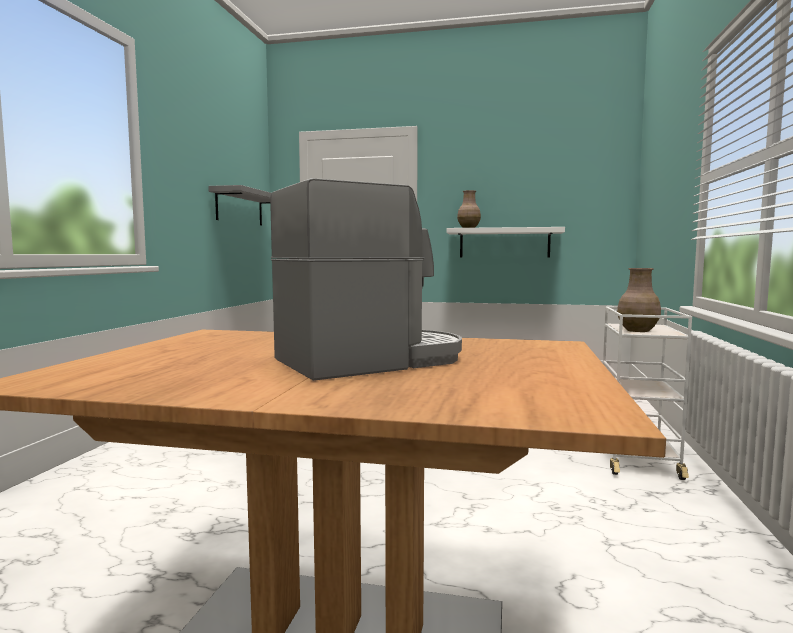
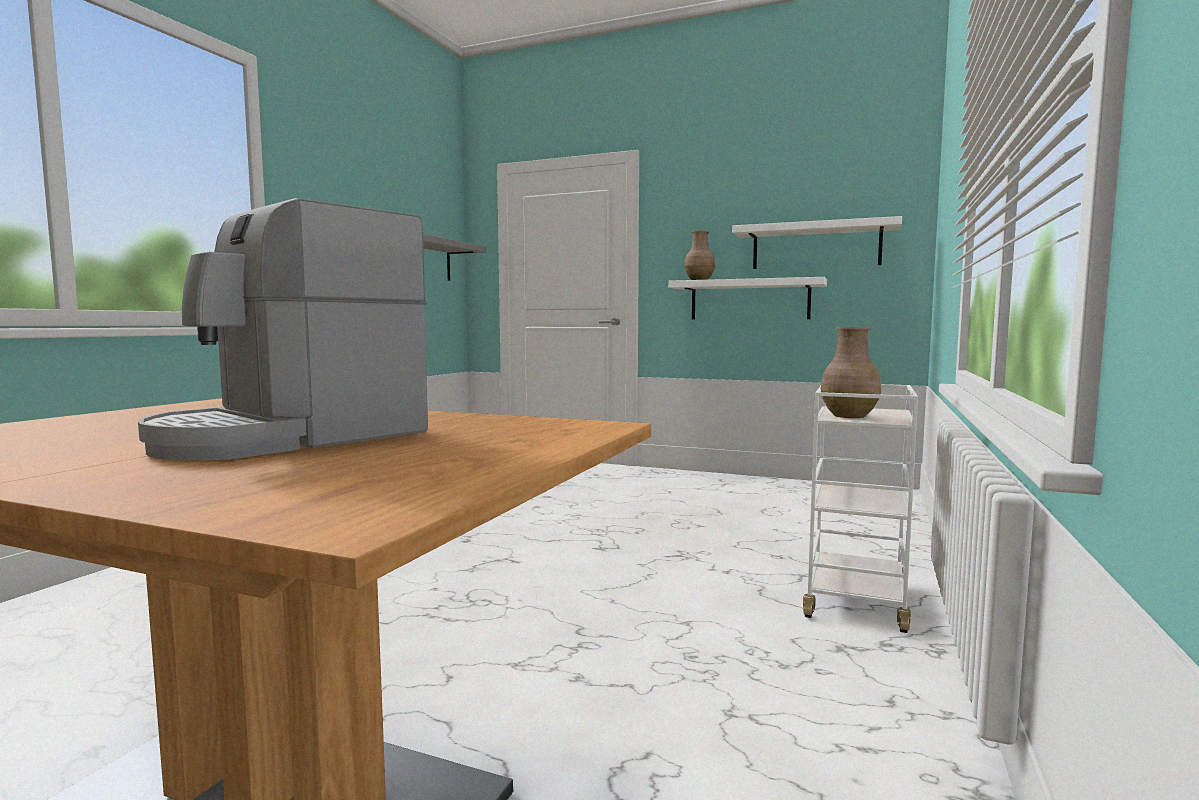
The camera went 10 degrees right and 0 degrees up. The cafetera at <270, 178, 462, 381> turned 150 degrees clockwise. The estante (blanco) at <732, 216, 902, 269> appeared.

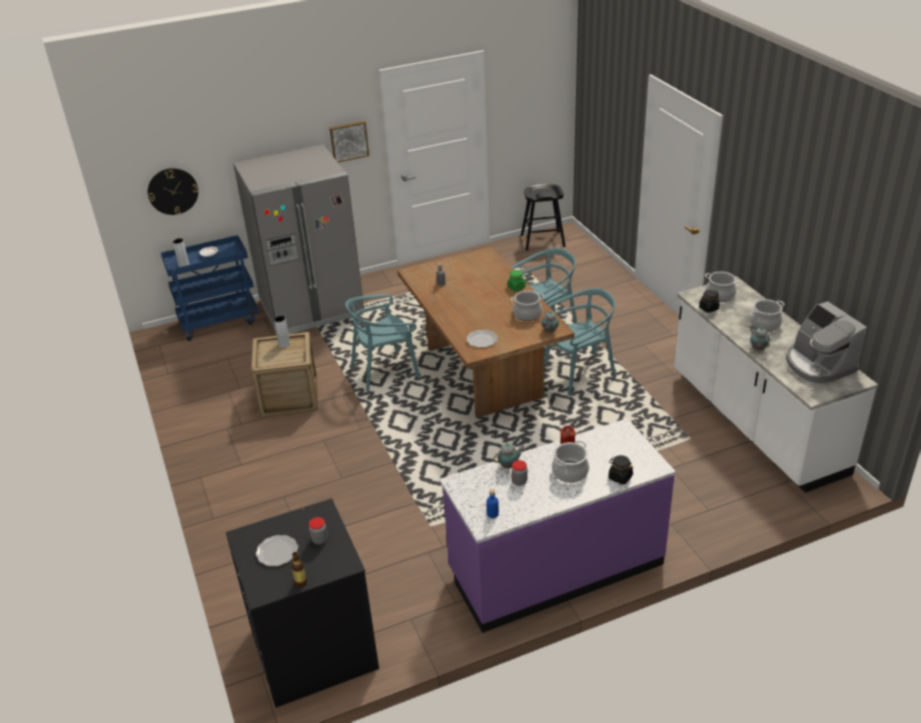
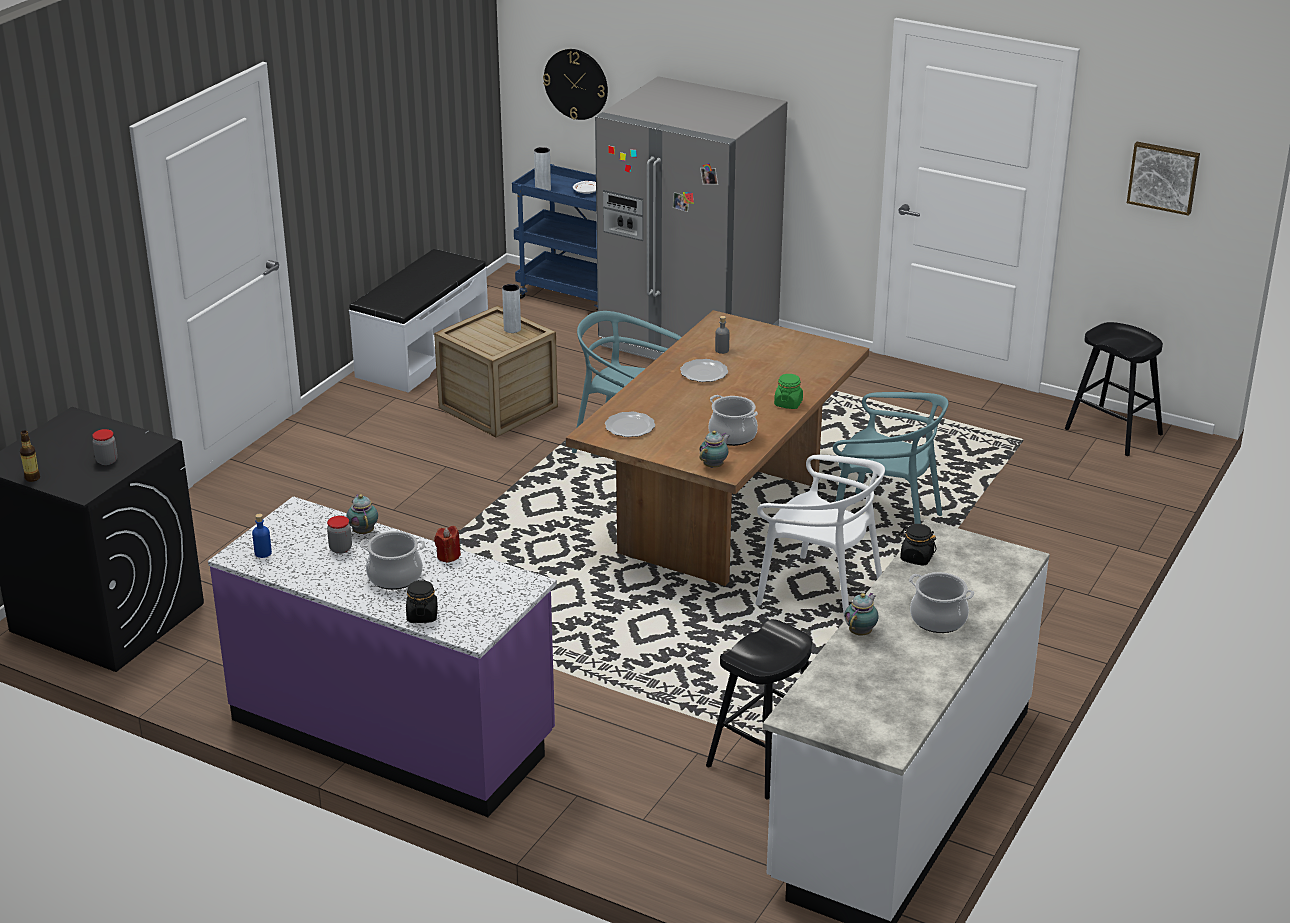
The camera went 50 degrees right and 5 degrees down. The plato moved from <256, 535, 298, 566> to <680, 359, 728, 382>. The cuadro moved from <330, 121, 369, 162> to <1127, 142, 1200, 216>. The tetera at <493, 443, 525, 469> turned 135 degrees counterclockwise. The silla (turquesa) at <544, 288, 616, 395> became the silla (blanco) at <755, 455, 885, 621>. The olla at <705, 272, 740, 302> disappeared. The cafetera at <786, 301, 867, 384> disappeared. The banco (blanco) at <349, 249, 488, 393> appeared. The taburete (negro) at <706, 619, 812, 800> appeared.

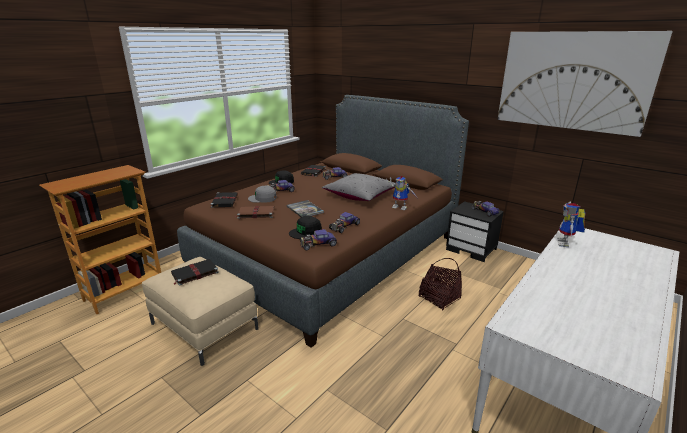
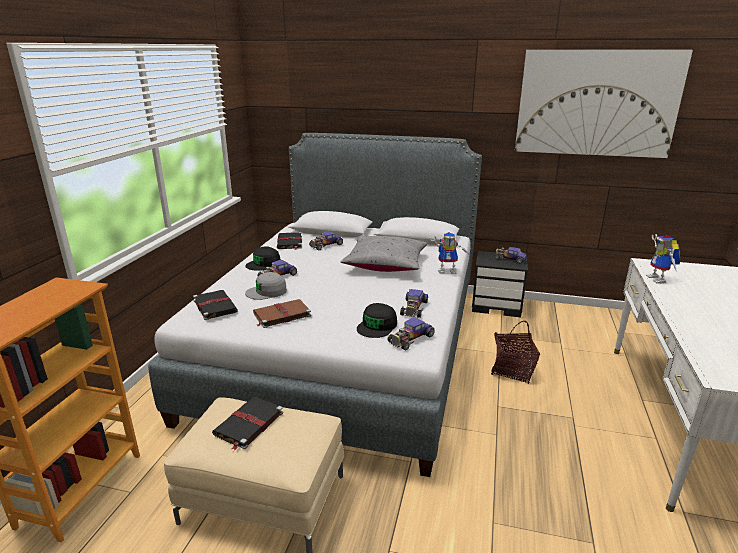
The camera went 25 degrees left and 0 degrees up. The cama (marrón) at <177, 95, 469, 348> became the cama (gris) at <148, 133, 482, 477>. The libro at <286, 200, 324, 217> disappeared.

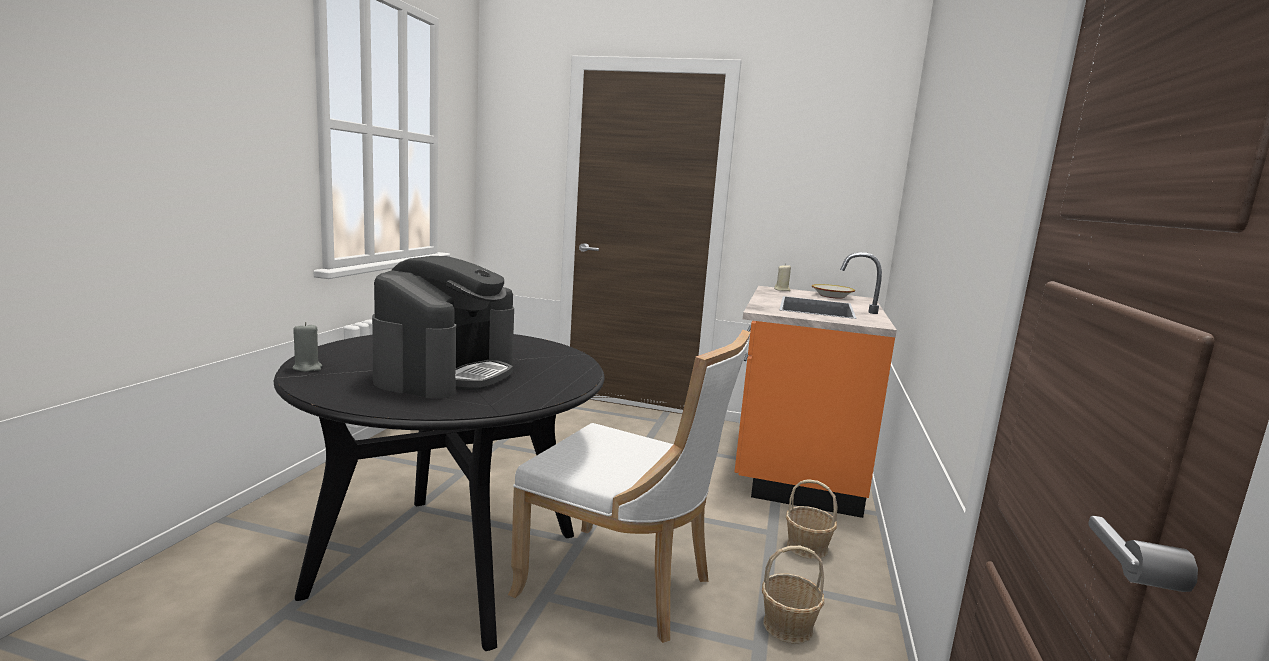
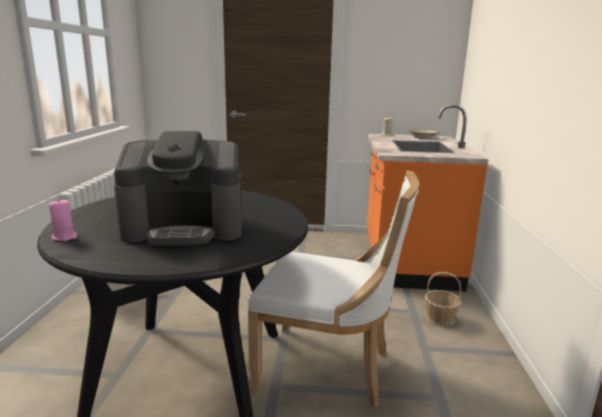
The camera went 10 degrees left and 5 degrees up. The vela (gris) at <293, 322, 322, 372> became the vela (rosa) at <49, 198, 77, 241>. The cafetera at <372, 256, 514, 399> turned 75 degrees clockwise. The cesta at <762, 546, 824, 644> disappeared.

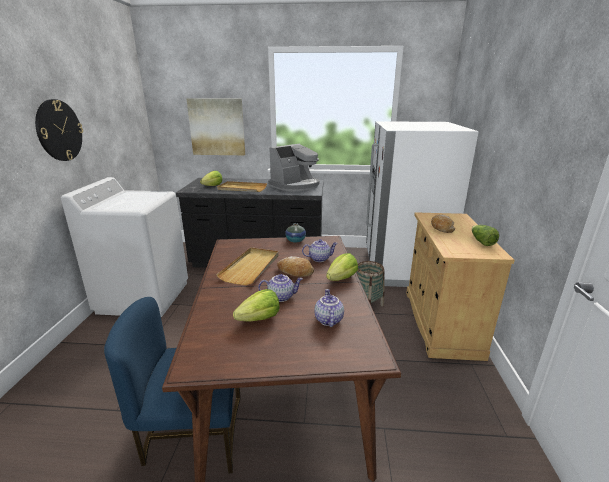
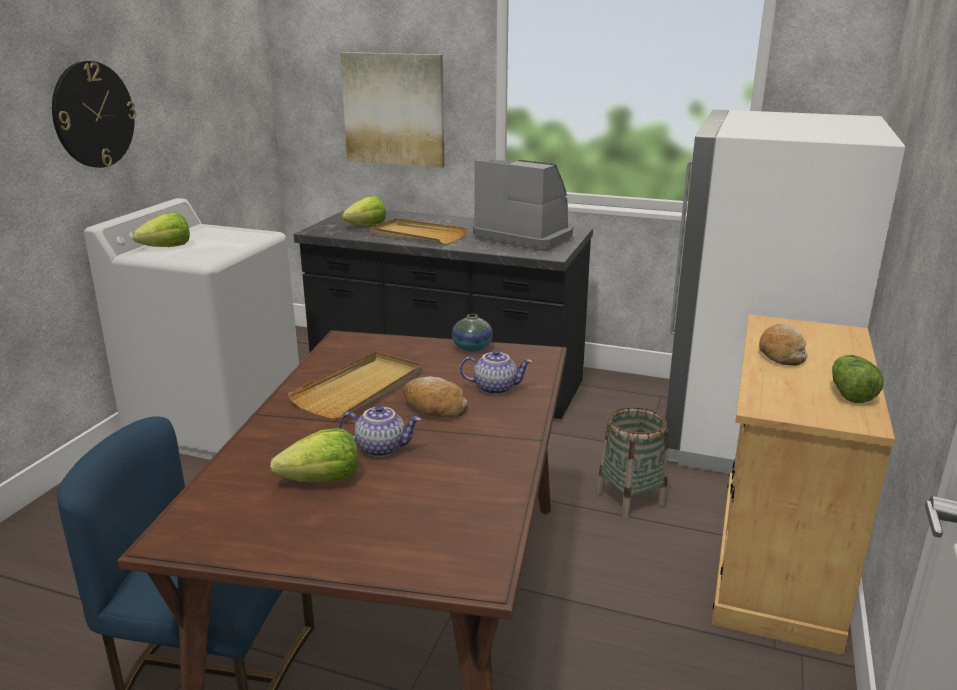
The camera went 15 degrees right and 0 degrees up. The cafetera at <268, 144, 319, 191> turned 120 degrees counterclockwise. The tetera at <314, 289, 344, 327> disappeared. The lechuga moved from <326, 253, 358, 281> to <133, 212, 190, 247>.

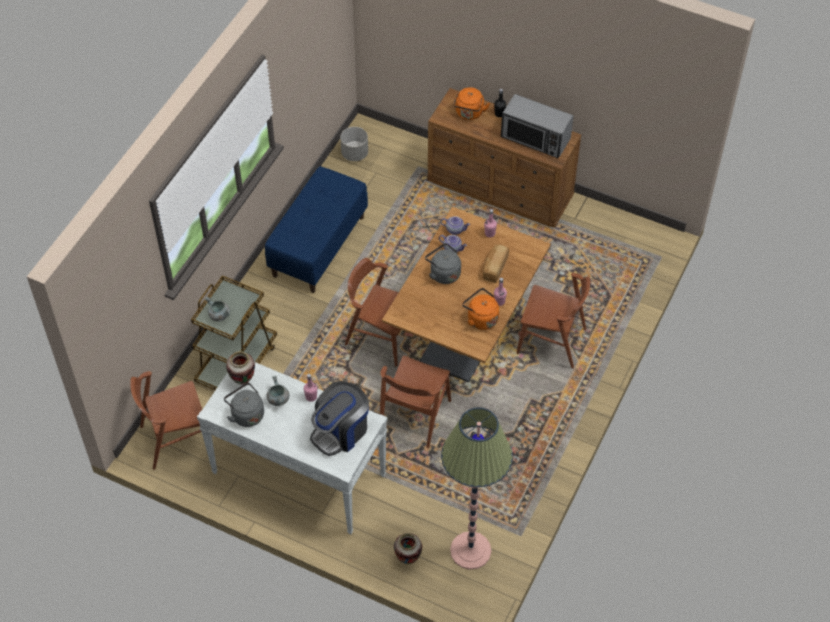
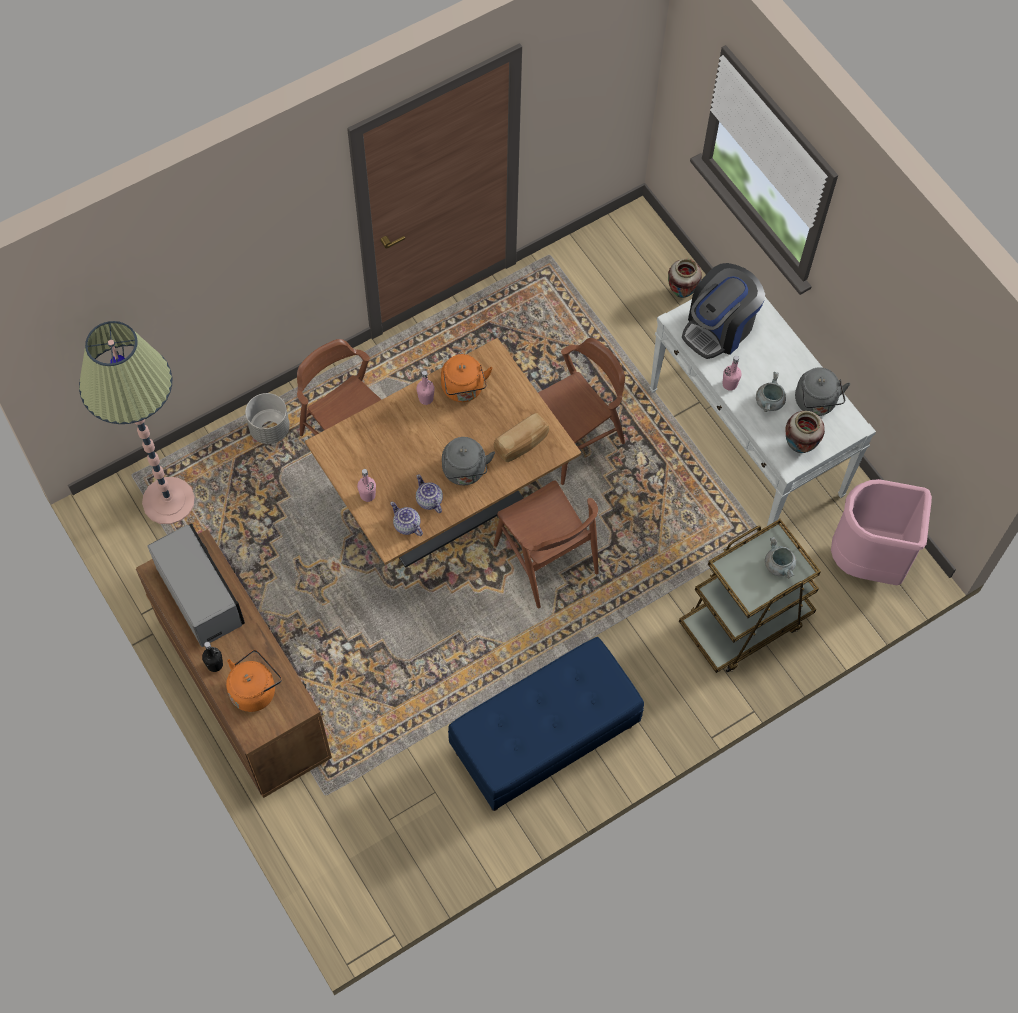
The camera went 150 degrees left and 10 degrees up. The silla (marrón) at <130, 371, 202, 470> was replaced by the papelera (rosa) at <831, 479, 932, 585>. The cafetera at <310, 381, 369, 456> turned 150 degrees clockwise. The maceta (gris) moved from <340, 127, 368, 161> to <245, 393, 290, 444>. The lámpara de pie moved from <441, 407, 513, 570> to <79, 321, 195, 524>. The pan moved from <483, 244, 509, 283> to <494, 413, 549, 462>.

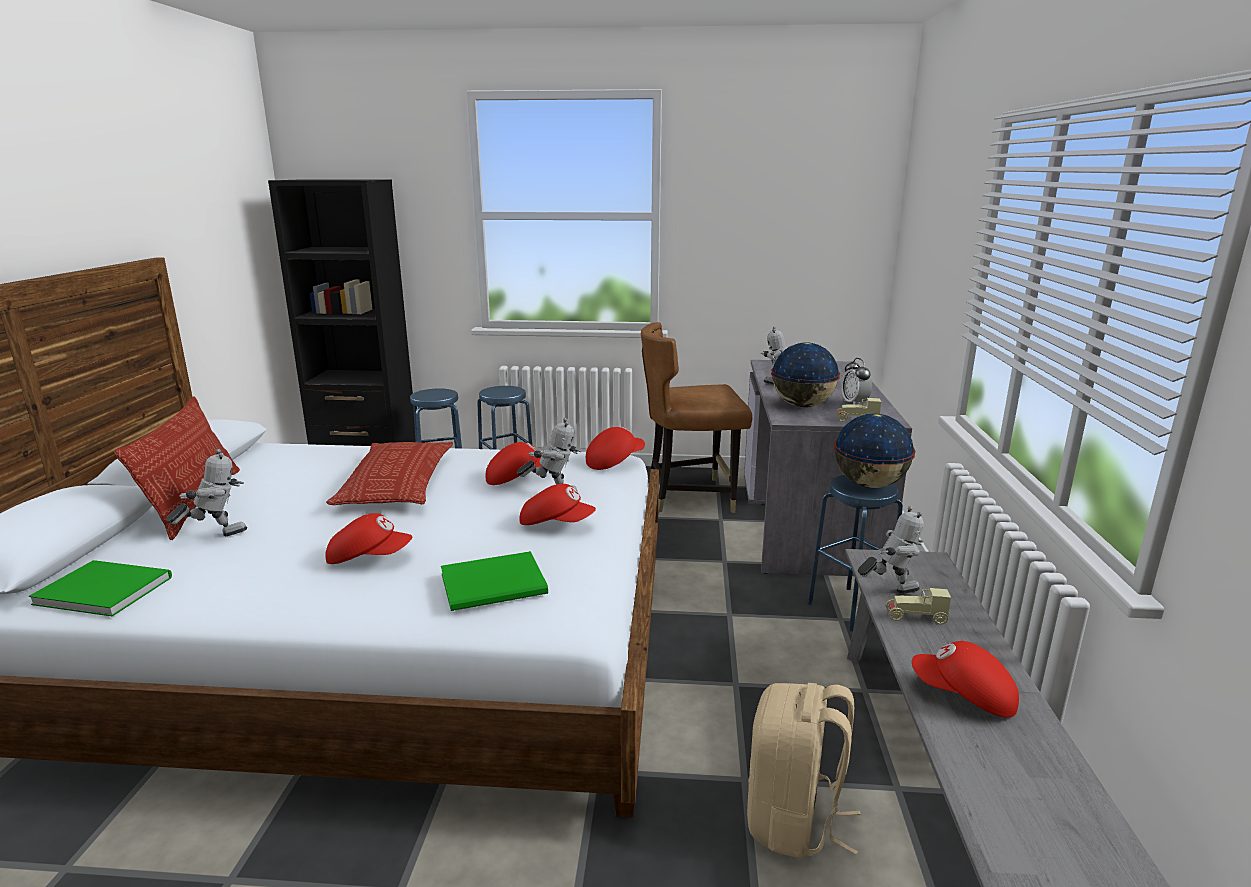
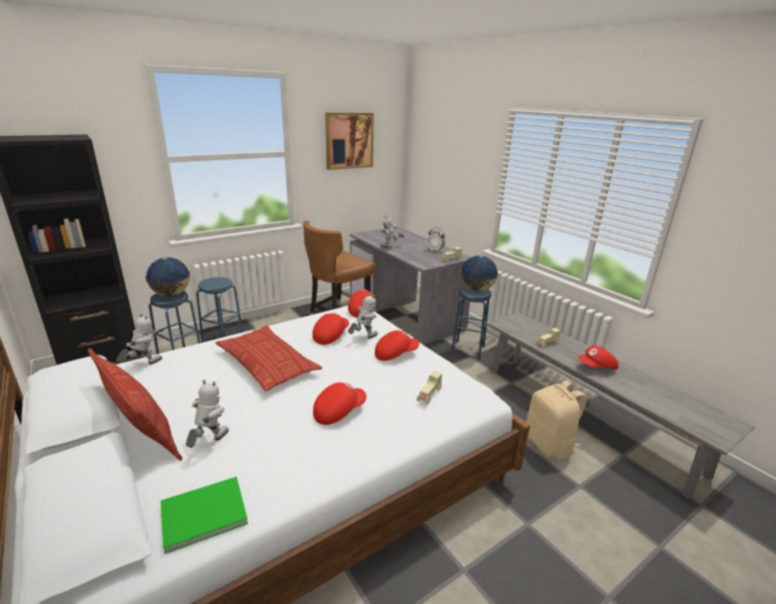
The camera went 40 degrees left and 5 degrees up. The libro (verde) at <441, 551, 548, 611> was replaced by the coche de juguete (beis) at <417, 371, 442, 405>. The globo terráqueo moved from <771, 342, 840, 407> to <145, 257, 190, 296>. The robot de juguete moved from <858, 506, 924, 594> to <116, 313, 162, 364>. The cuadro at <325, 112, 374, 170> appeared.

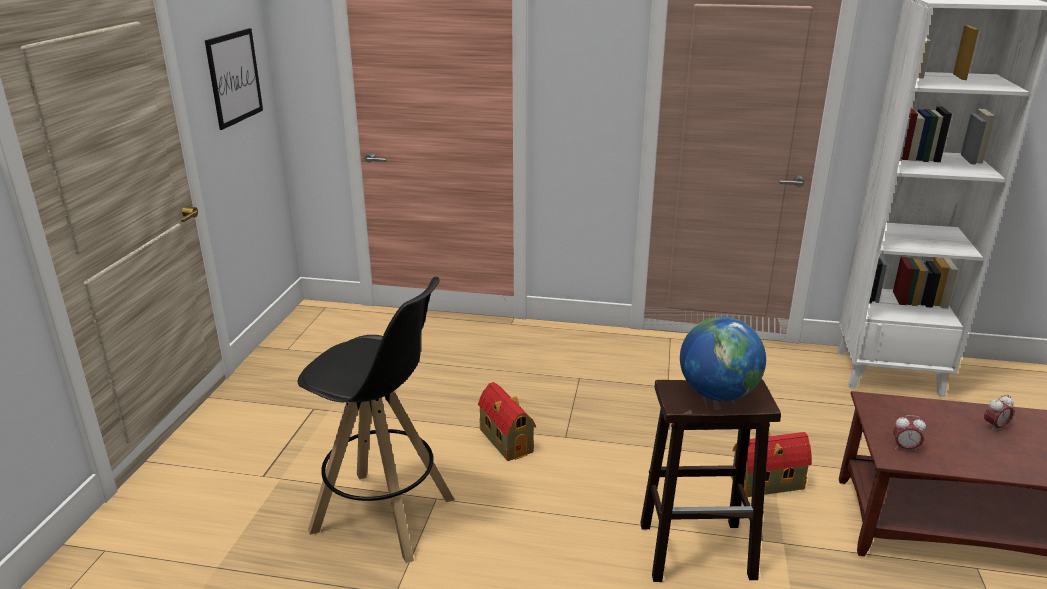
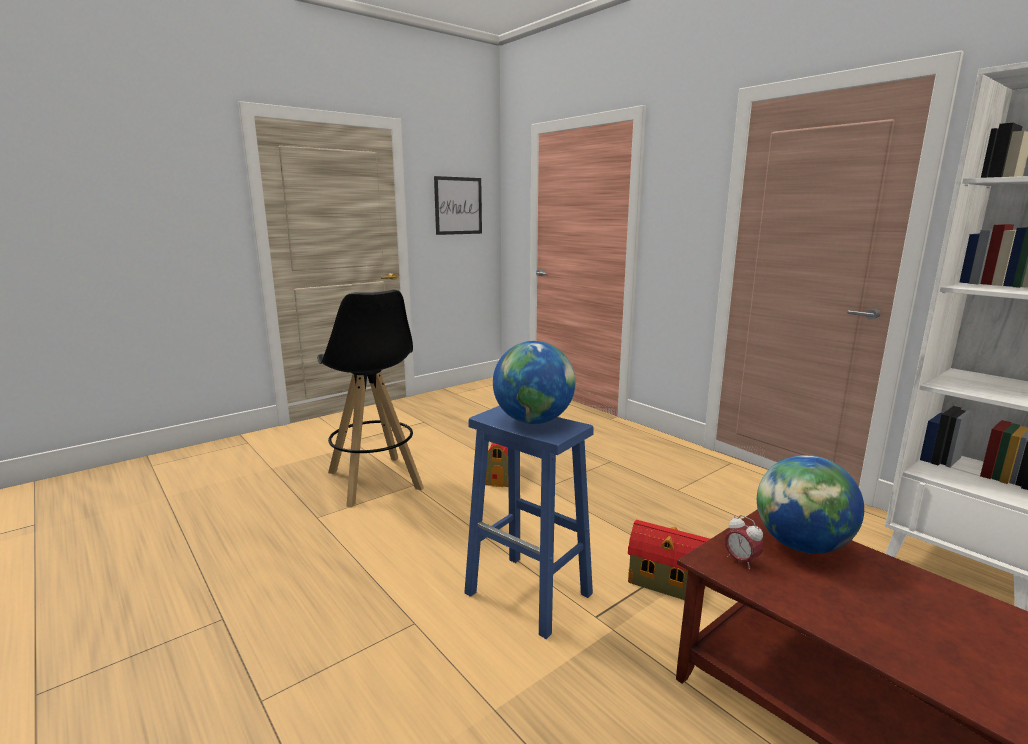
The camera went 40 degrees right and 10 degrees down. The taburete (marrón) at <640, 379, 781, 582> became the taburete (azul) at <464, 405, 594, 639>. The despertador at <984, 394, 1014, 431> disappeared. The globo terráqueo at <757, 455, 864, 554> appeared.

